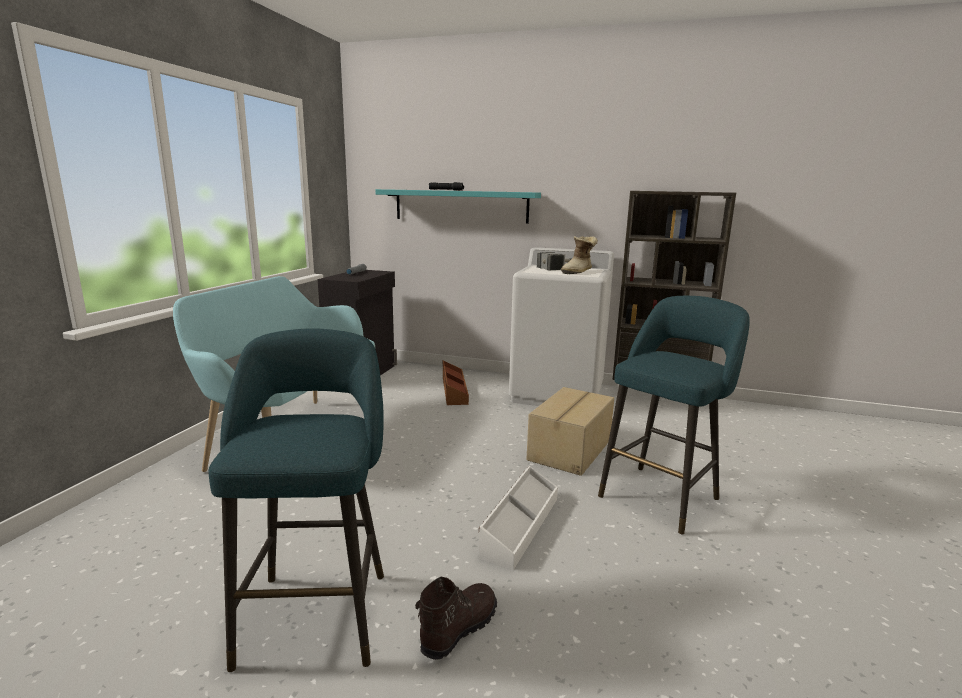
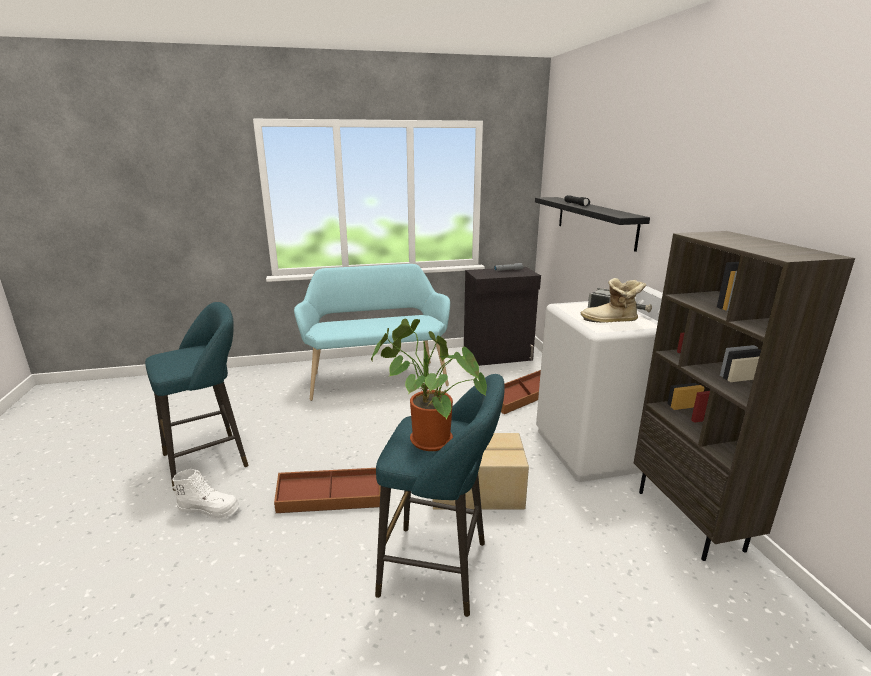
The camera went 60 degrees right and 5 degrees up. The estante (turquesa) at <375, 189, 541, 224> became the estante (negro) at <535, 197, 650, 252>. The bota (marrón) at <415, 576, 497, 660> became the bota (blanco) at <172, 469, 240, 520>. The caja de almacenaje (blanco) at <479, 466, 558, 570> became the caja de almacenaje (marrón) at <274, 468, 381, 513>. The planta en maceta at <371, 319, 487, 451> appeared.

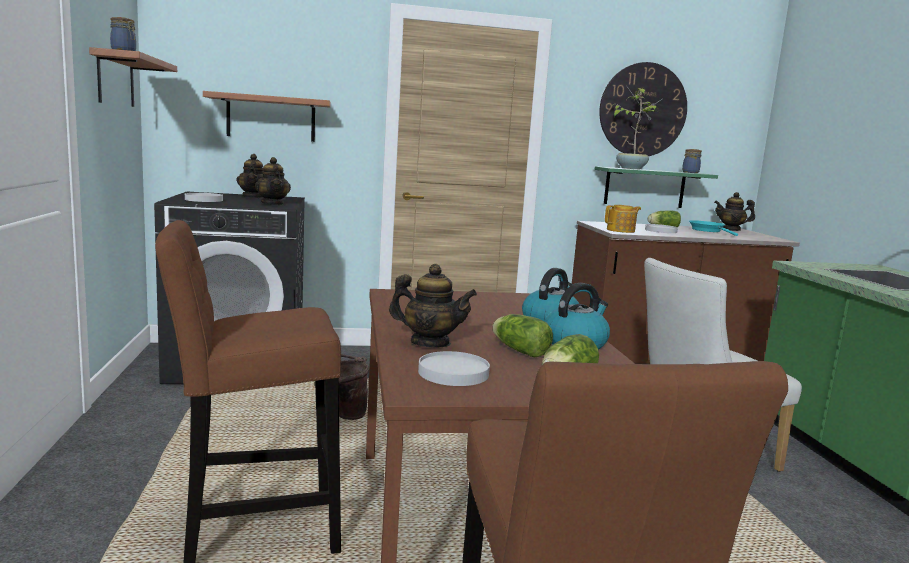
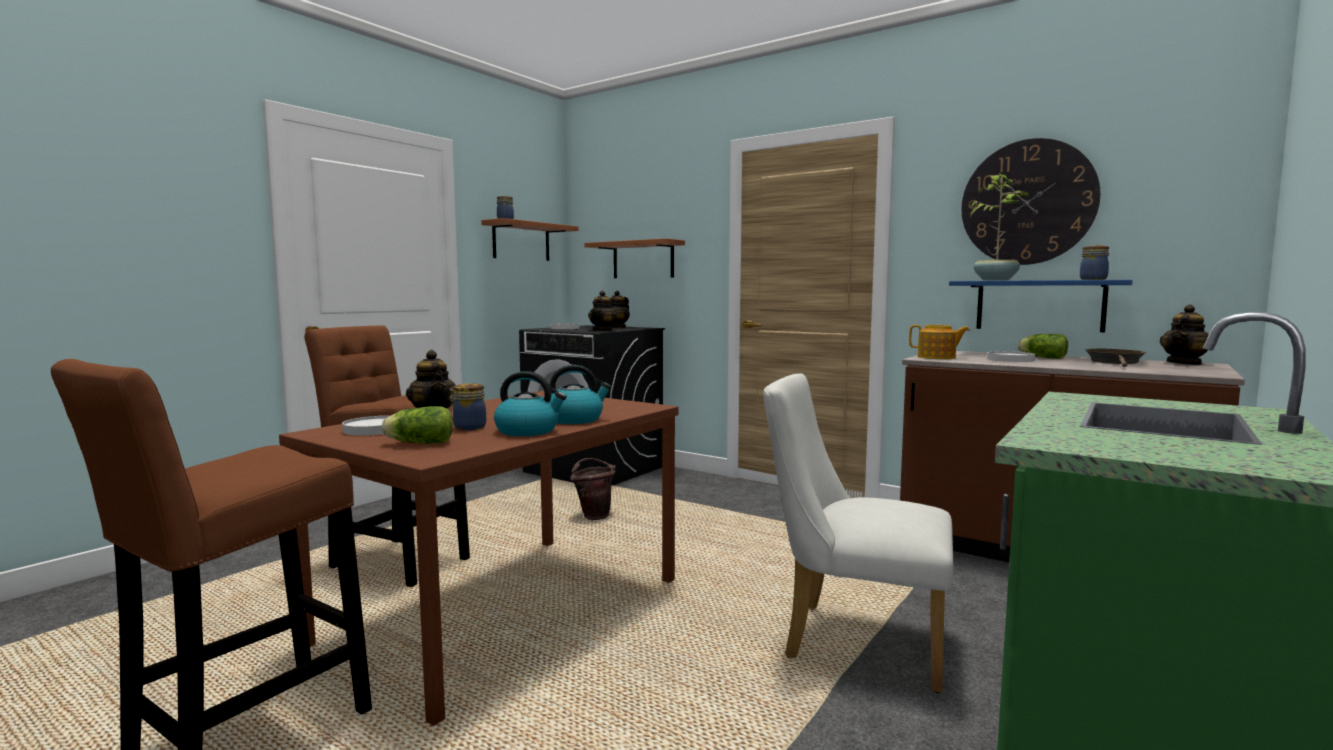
The camera went 45 degrees right and 5 degrees down. The lechuga at <492, 314, 553, 358> was replaced by the tarro at <449, 383, 486, 430>. The estante (verde) at <595, 166, 718, 208> became the estante (azul) at <949, 280, 1133, 332>. The sartén (turquesa) at <689, 220, 738, 236> became the sartén (marrón) at <1085, 349, 1147, 367>. The tetera at <714, 192, 755, 231> turned 90 degrees counterclockwise.

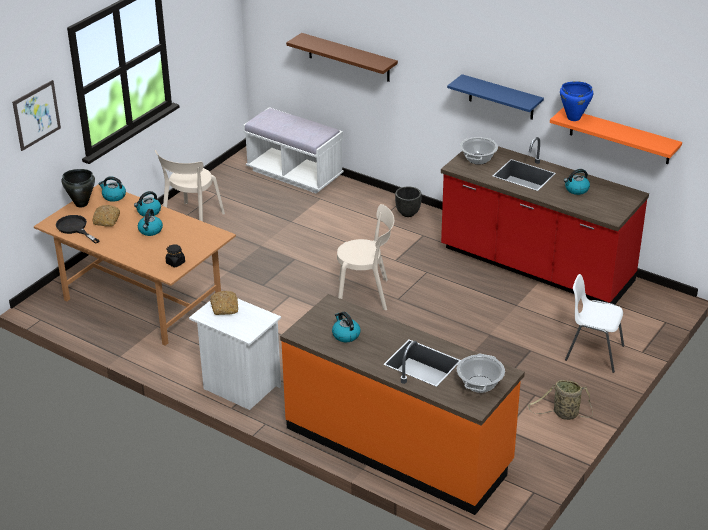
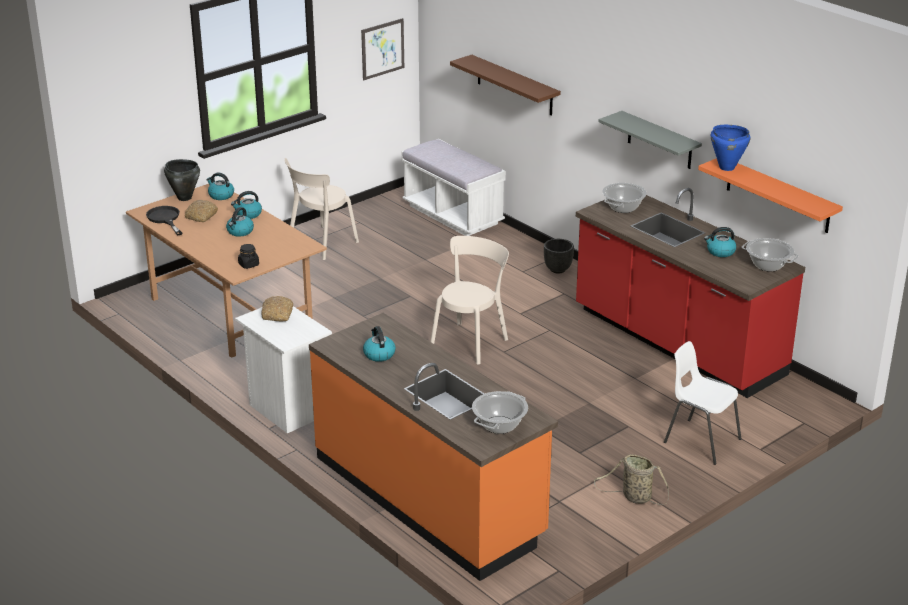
The camera went 15 degrees right and 5 degrees down. The cuadro moved from <12, 80, 61, 151> to <361, 18, 404, 80>. The silla (beis) at <337, 204, 394, 310> turned 75 degrees counterclockwise. The estante (azul) at <447, 74, 544, 120> became the estante (gris) at <599, 111, 702, 169>. The olla at <742, 238, 798, 271> appeared.

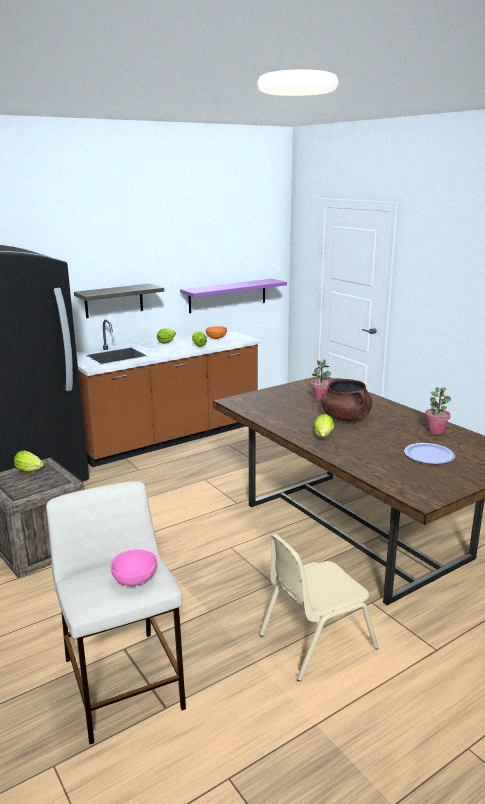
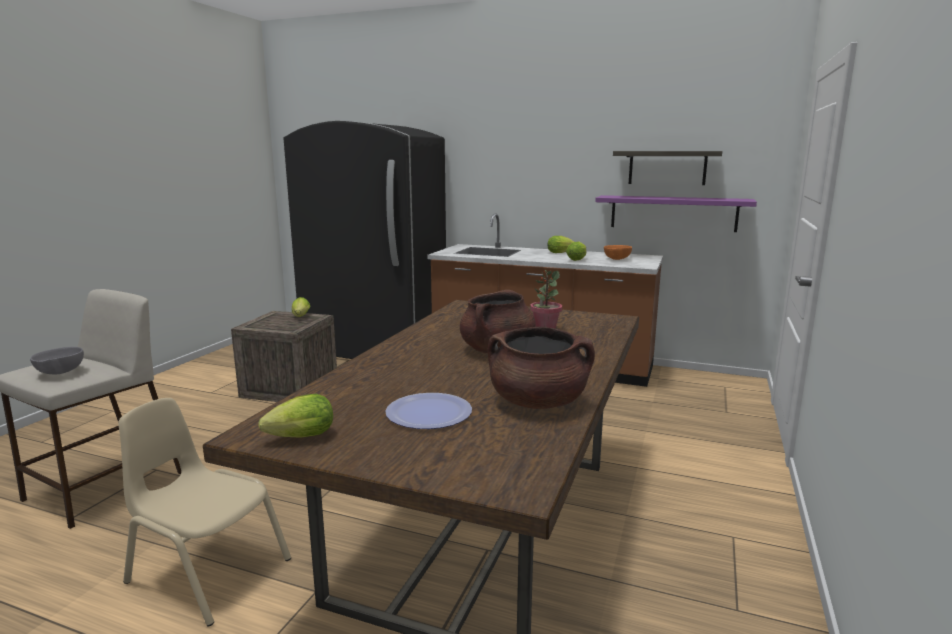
The camera went 55 degrees right and 5 degrees down. The estante moved from <74, 283, 164, 318> to <613, 151, 722, 185>. The cuenco (rosa) at <110, 549, 157, 586> became the cuenco (gris) at <30, 347, 84, 374>. The lechuga moved from <314, 414, 334, 438> to <258, 394, 333, 438>. The planta en maceta at <425, 387, 451, 434> was replaced by the olla (marrón) at <488, 327, 595, 409>.

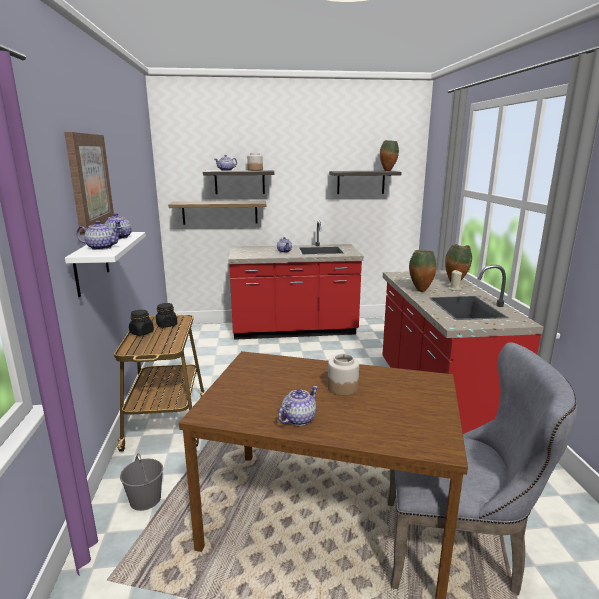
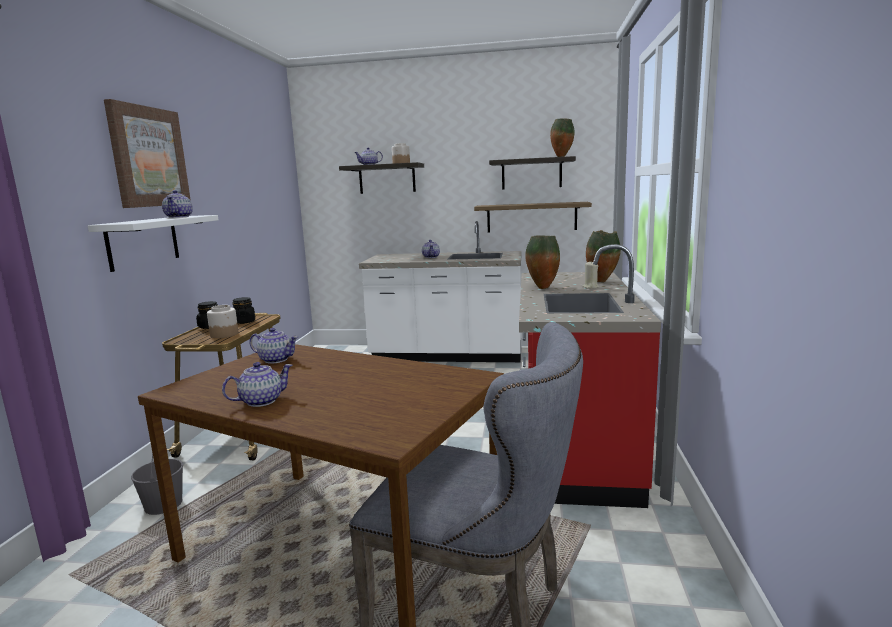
The camera went 15 degrees right and 5 degrees down. The tetera moved from <76, 221, 122, 250> to <249, 328, 298, 364>. The estante moved from <168, 201, 266, 225> to <474, 202, 592, 232>. The mueble bajo de cocina (rojo) at <228, 221, 364, 340> became the mueble bajo de cocina (blanco) at <359, 221, 521, 362>. The tarro moved from <328, 354, 359, 396> to <207, 305, 238, 338>.

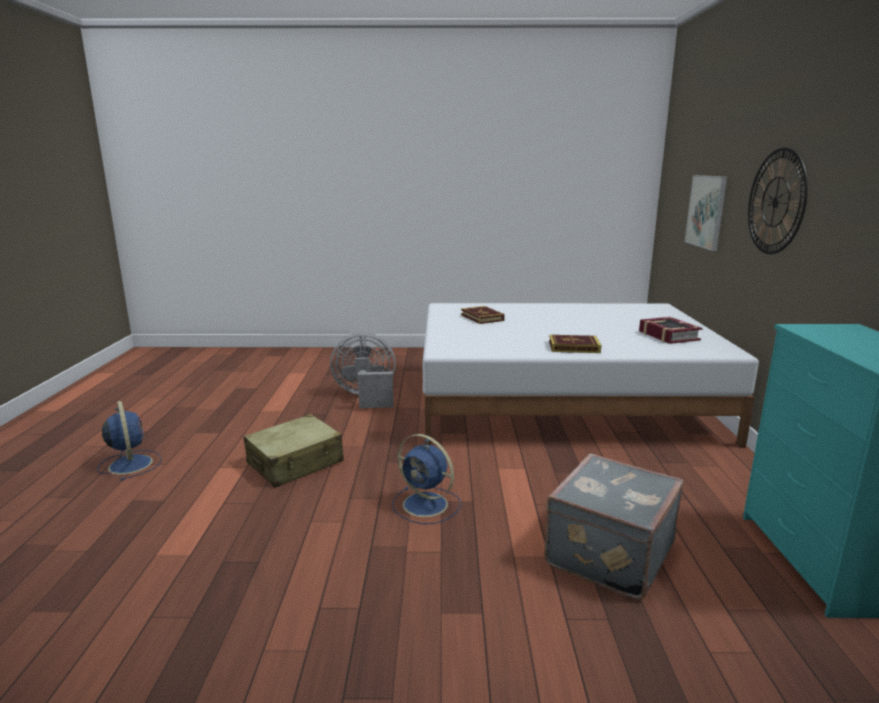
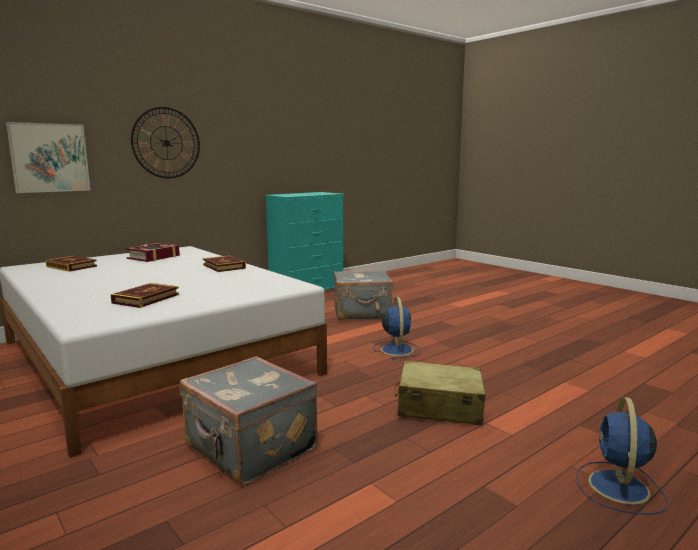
The camera went 130 degrees left and 5 degrees down. The ventilador (gris) at <330, 332, 396, 408> was replaced by the maleta (gris) at <179, 356, 318, 485>. The libro at <45, 256, 97, 272> appeared.

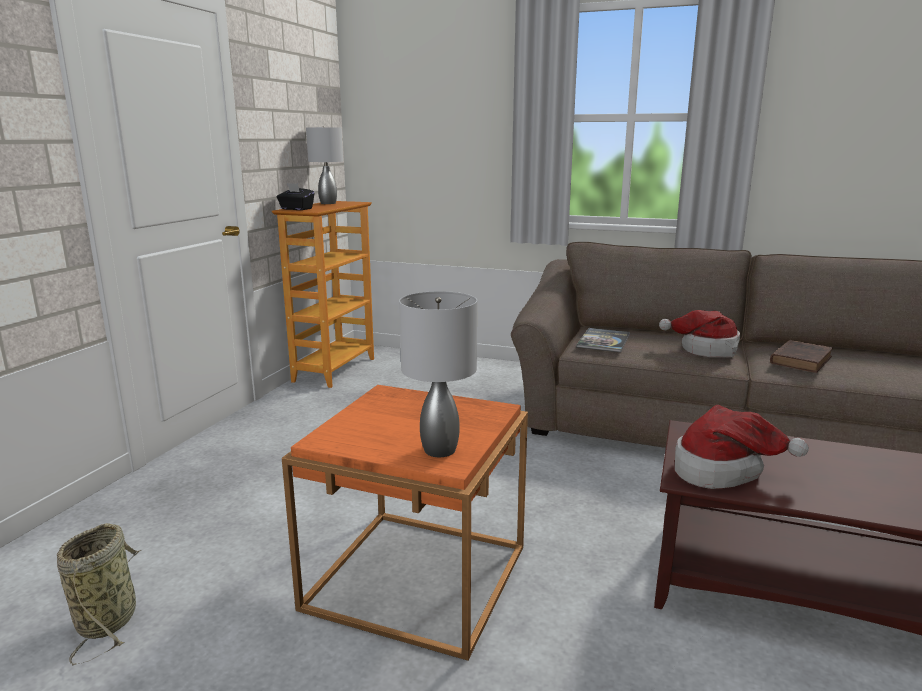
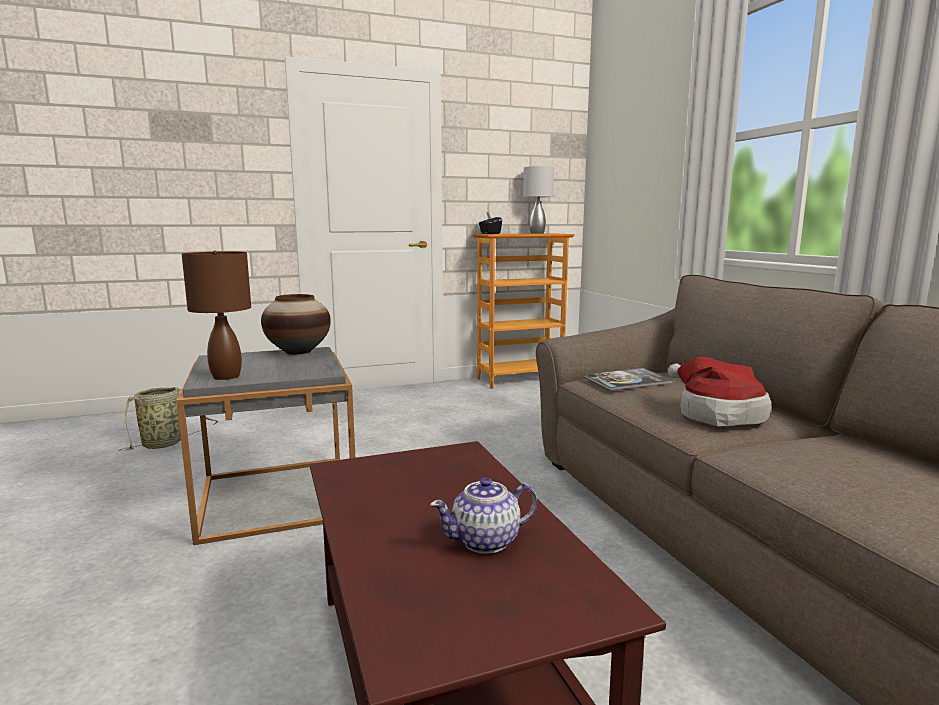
The camera went 50 degrees right and 5 degrees down. The mesa auxiliar (naranja) at <282, 385, 528, 661> became the mesa auxiliar (gris) at <176, 347, 355, 545>. The lámpara de mesa (gris) at <399, 291, 477, 457> became the lámpara de mesa (marrón) at <182, 251, 251, 380>. The sombrero at <675, 405, 809, 489> disappeared. The libro (marrón) at <770, 340, 833, 373> disappeared. The florero at <261, 294, 331, 355> appeared. The tetera at <430, 478, 537, 554> appeared.

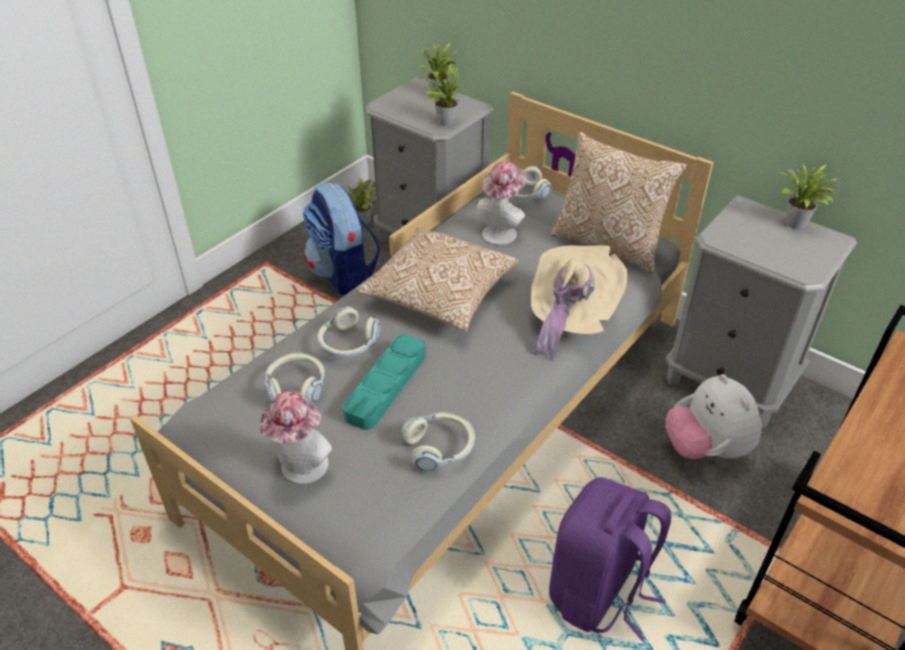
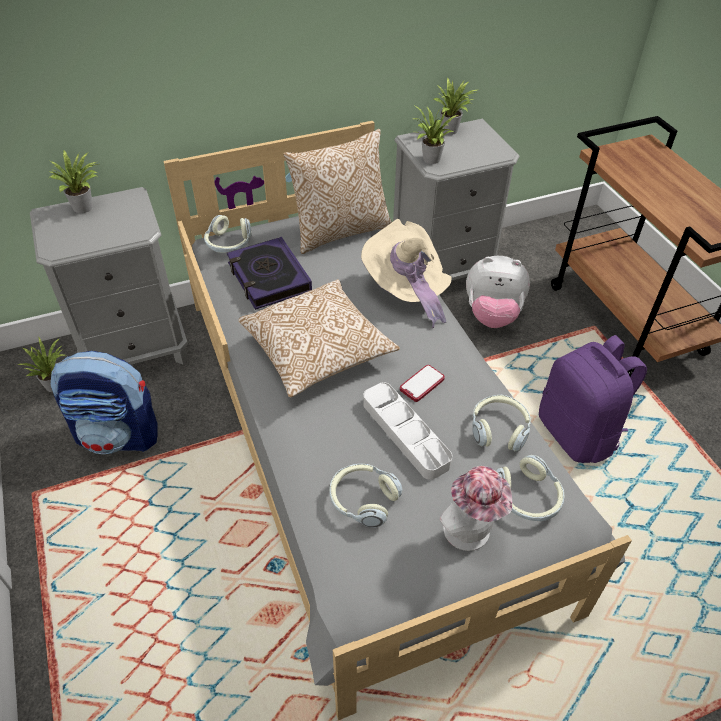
The camera went 60 degrees left and 5 degrees up. The auriculares moved from <317, 307, 381, 358> to <496, 455, 565, 521>. The bandeja (turquesa) at <343, 334, 426, 430> became the bandeja (gris) at <363, 382, 453, 480>. The planta en maceta moved from <421, 63, 467, 126> to <413, 106, 458, 164>. The sombrero at <477, 161, 526, 245> was replaced by the libro at <227, 237, 312, 310>. The móvil at <400, 365, 445, 402> appeared.

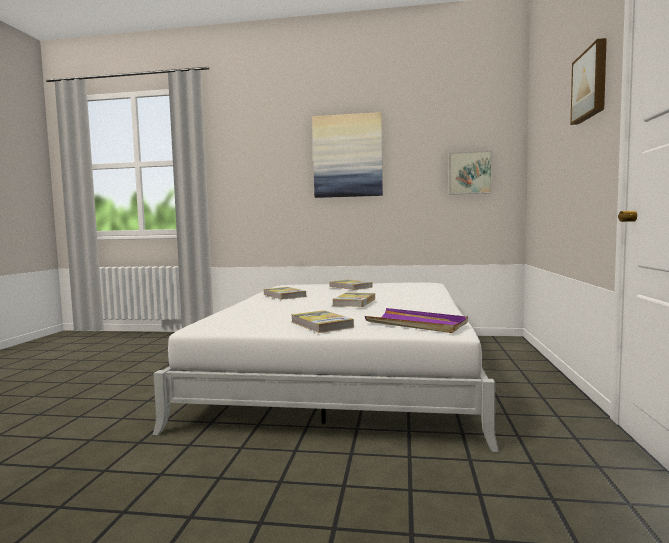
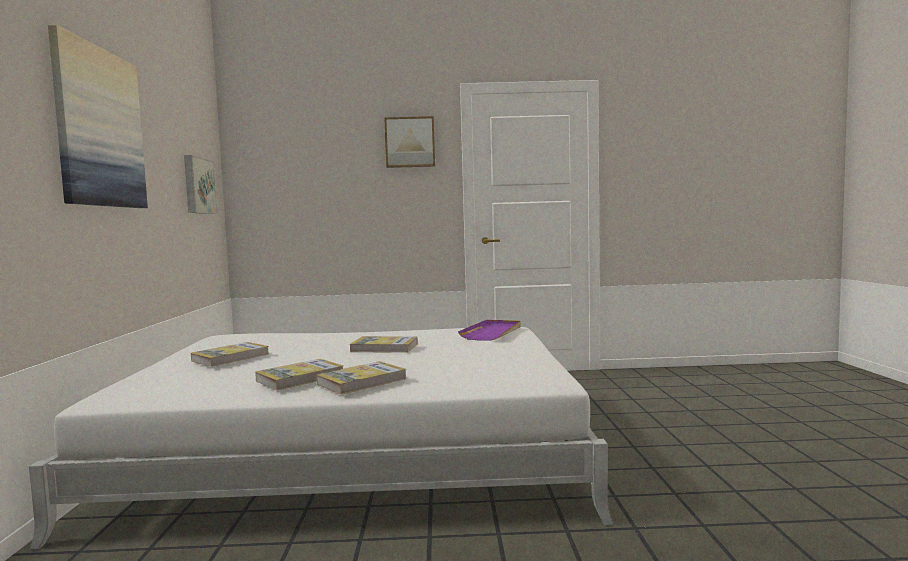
The camera went 100 degrees left and 0 degrees up. The libro moved from <291, 310, 354, 333> to <316, 361, 407, 395>.

